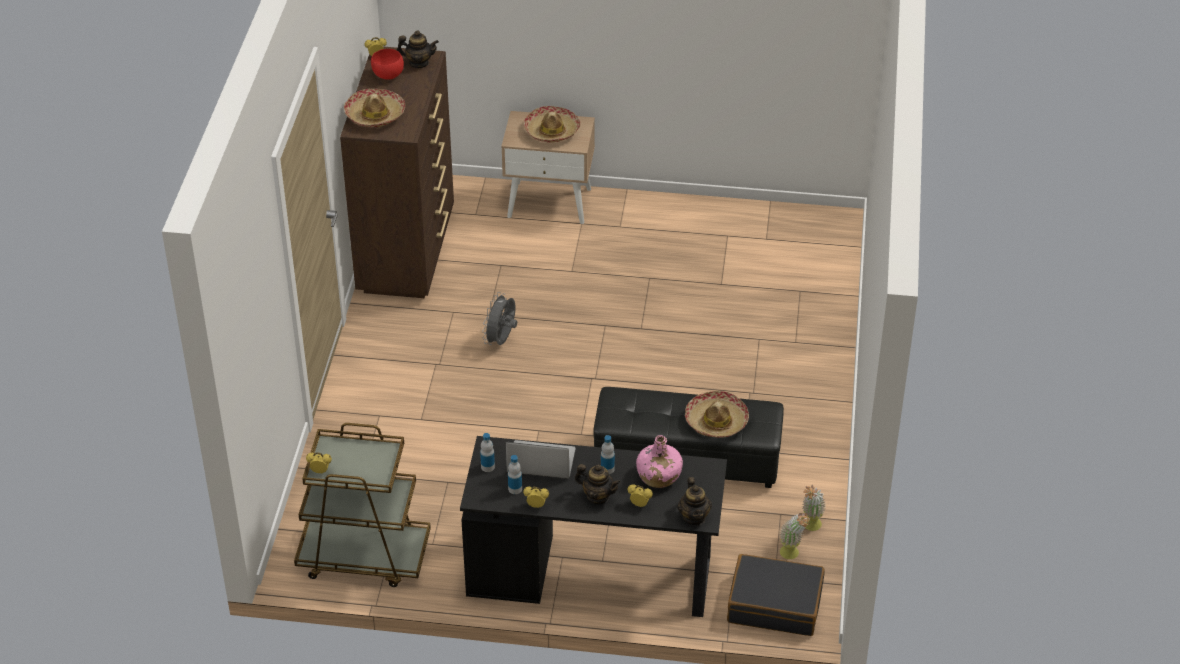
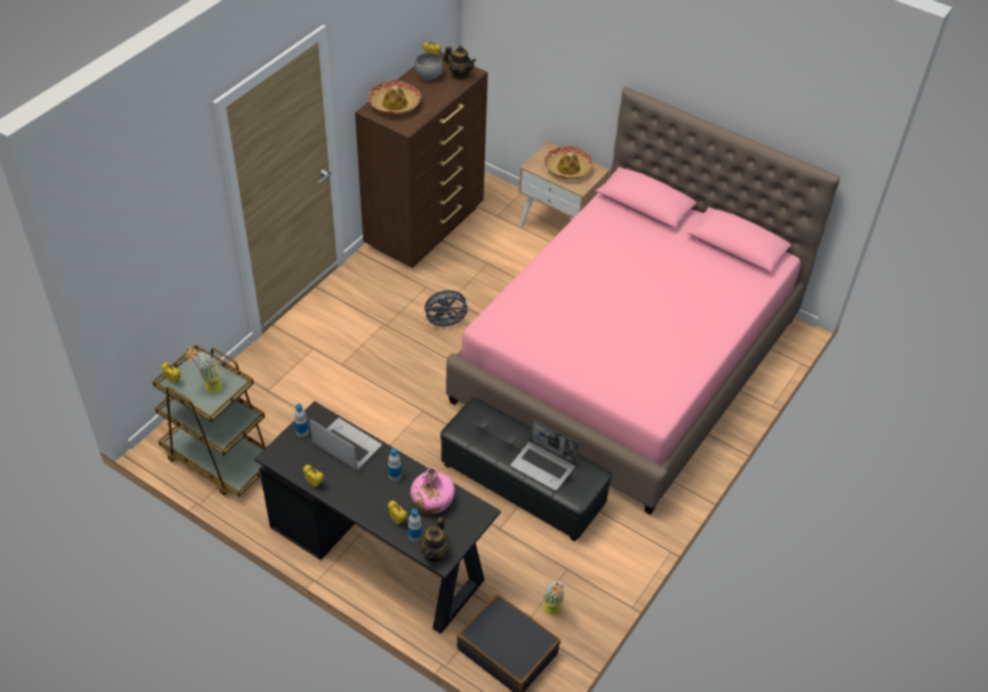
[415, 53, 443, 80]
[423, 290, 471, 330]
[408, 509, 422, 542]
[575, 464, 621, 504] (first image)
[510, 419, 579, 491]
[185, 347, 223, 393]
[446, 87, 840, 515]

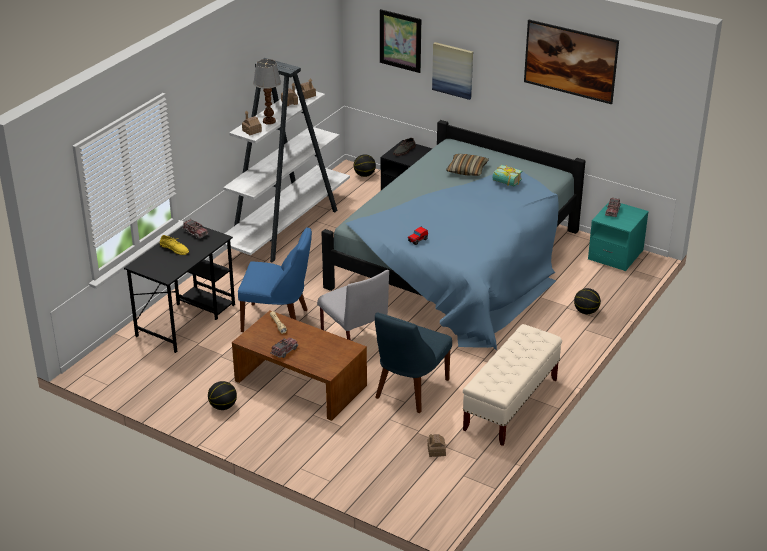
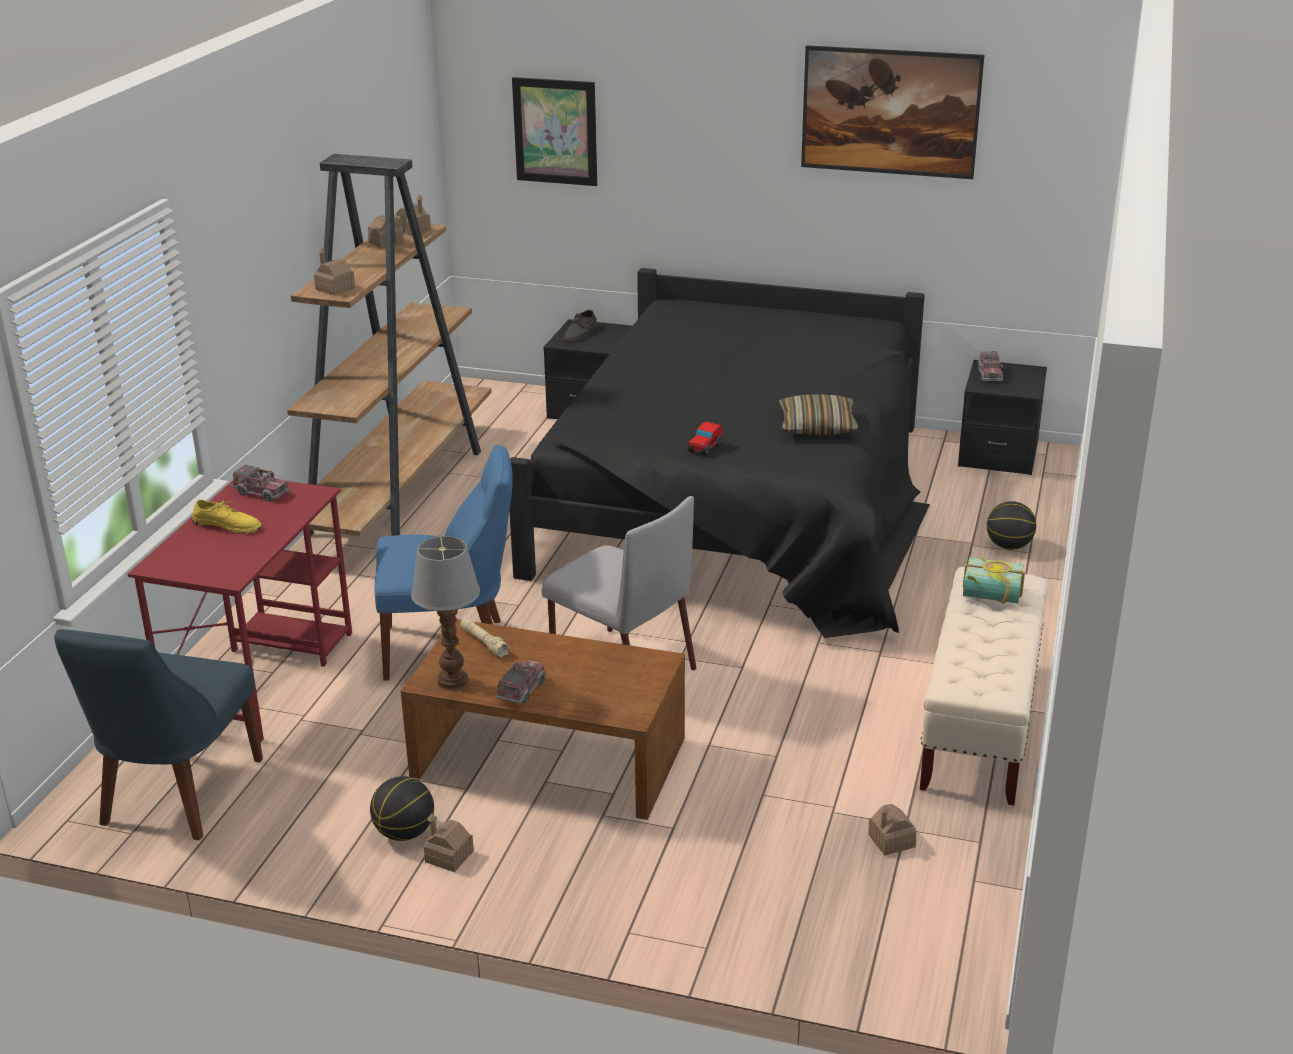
[128, 480, 352, 743]
[287, 154, 492, 537]
[411, 536, 480, 690]
[509, 268, 930, 638]
[354, 154, 376, 177] (first image)
[54, 629, 263, 840]
[432, 42, 473, 100] (first image)
[779, 394, 858, 435]
[963, 557, 1025, 604]
[958, 360, 1047, 475]
[424, 814, 474, 872]

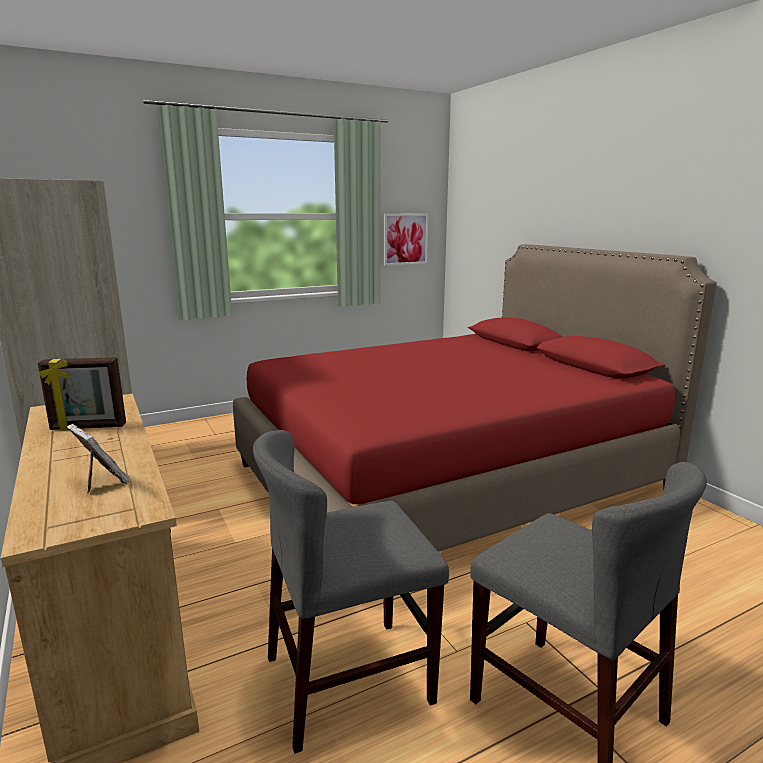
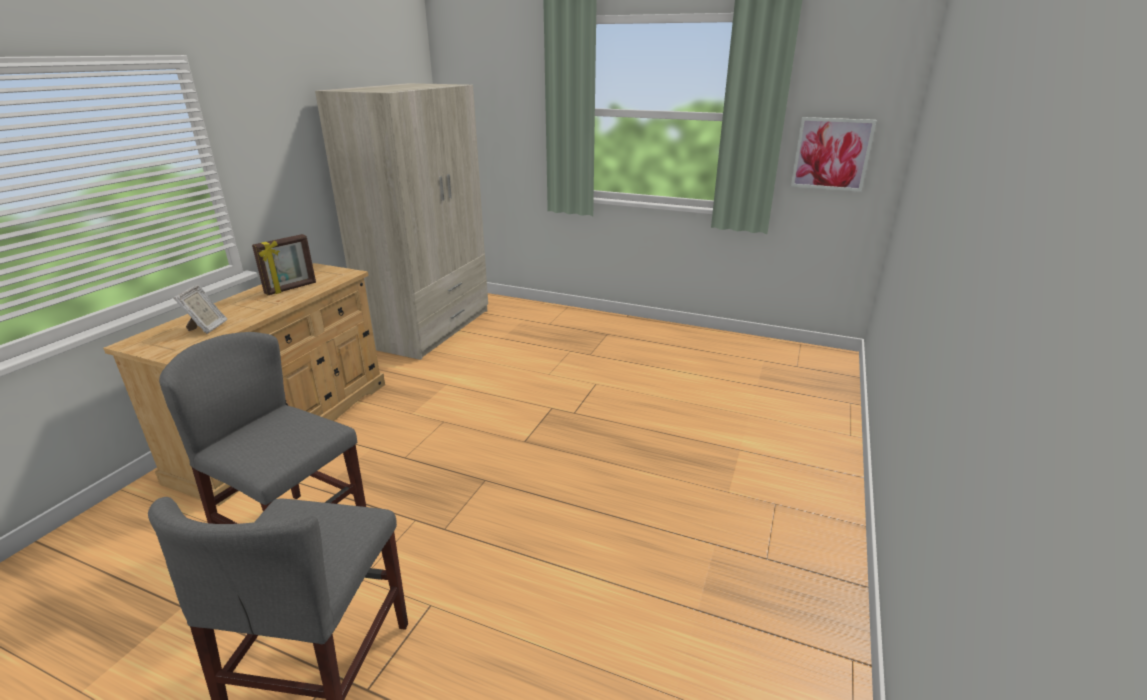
[252, 234, 316, 295]
[233, 244, 717, 552] (first image)

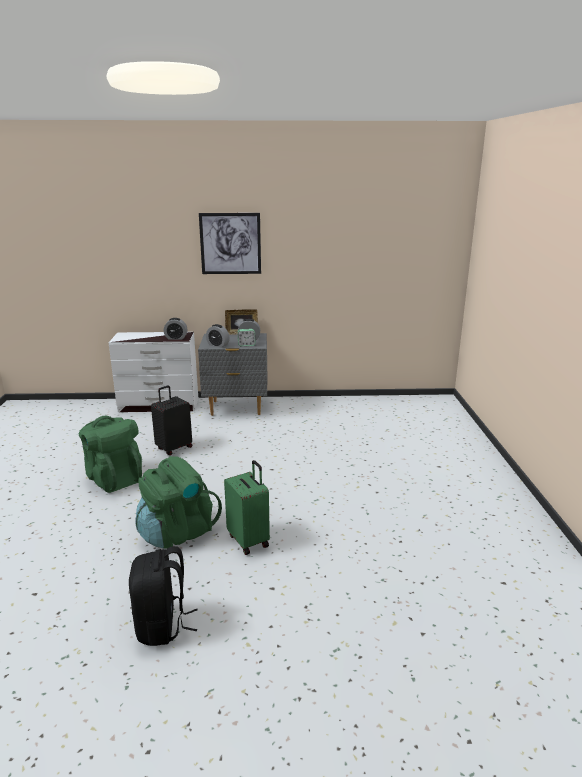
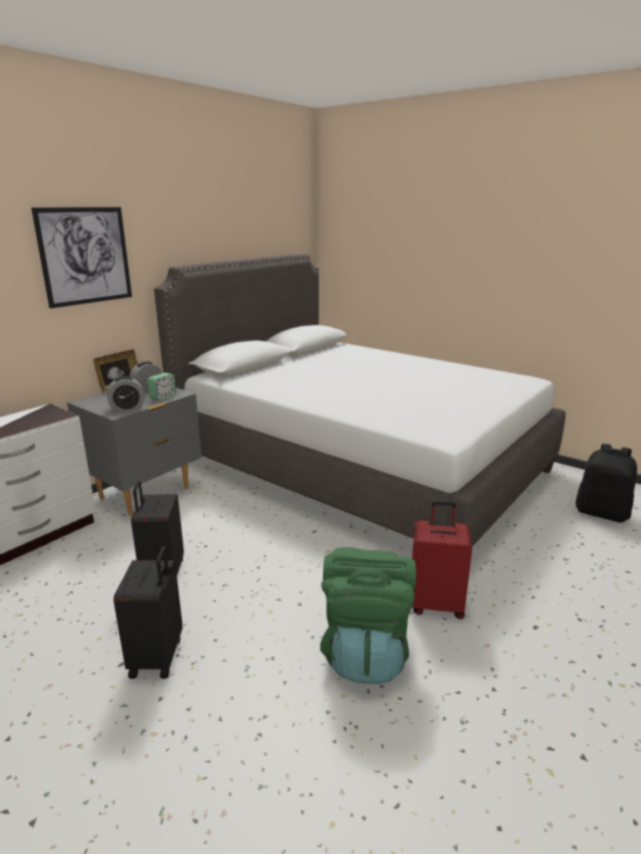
[114, 546, 183, 679]
[576, 444, 637, 523]
[164, 318, 188, 340] (first image)
[412, 501, 472, 619]
[154, 254, 566, 547]

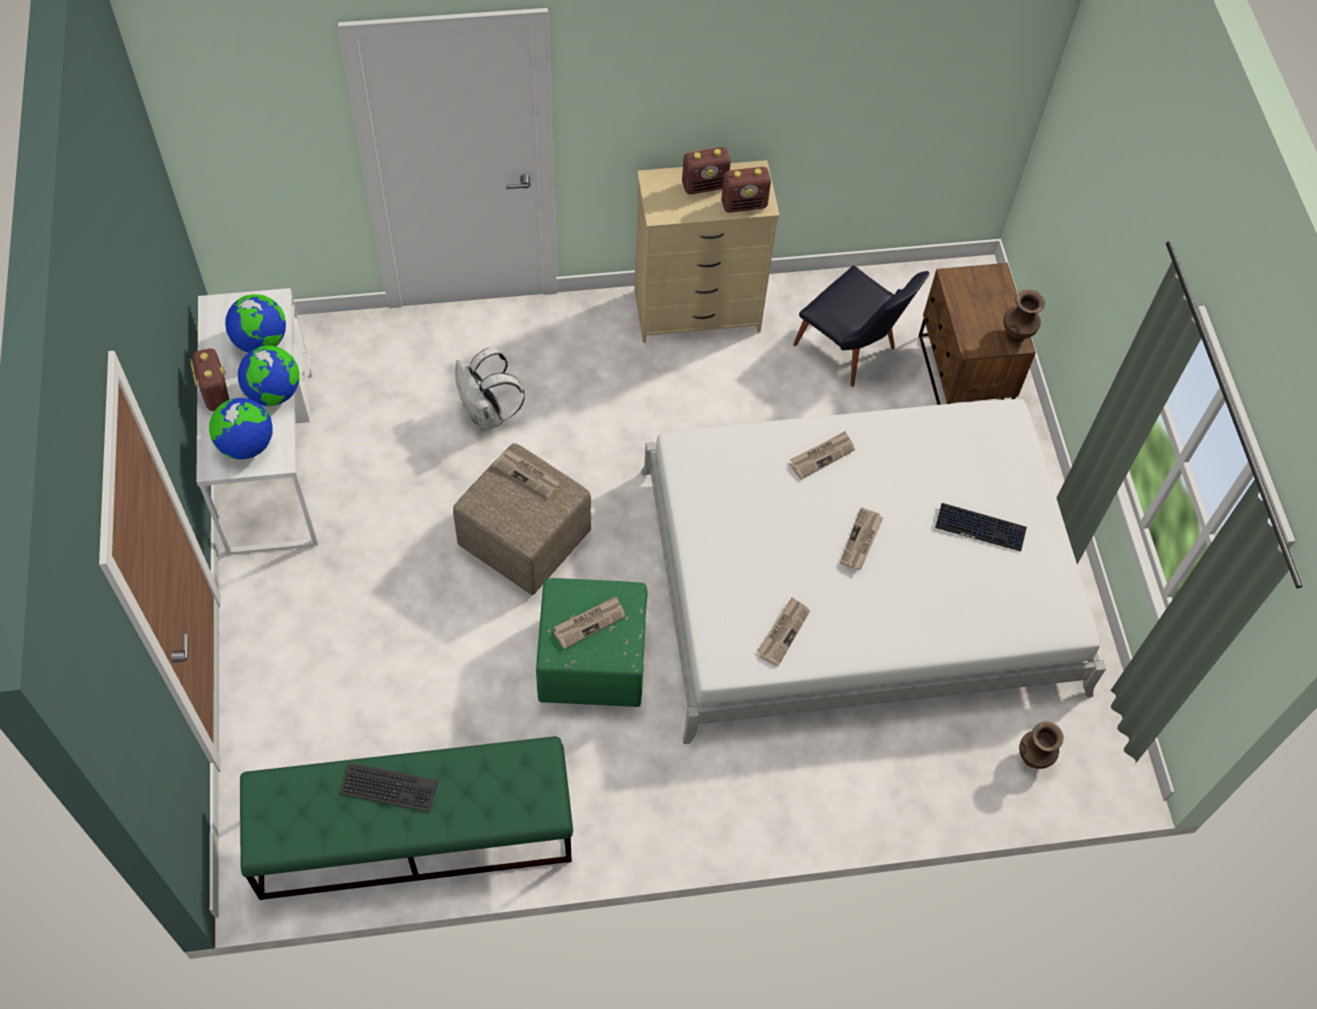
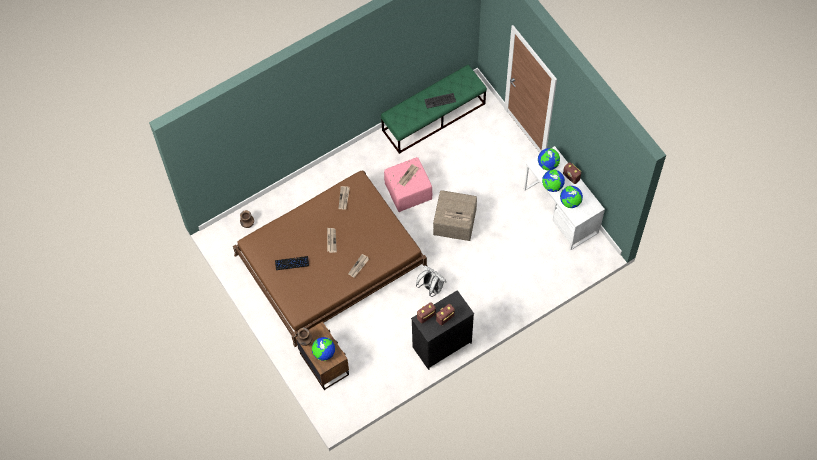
[416, 266, 446, 297]
[384, 157, 432, 212]
[411, 290, 474, 370]
[233, 171, 427, 347]
[793, 265, 929, 387] (first image)
[312, 337, 335, 361]

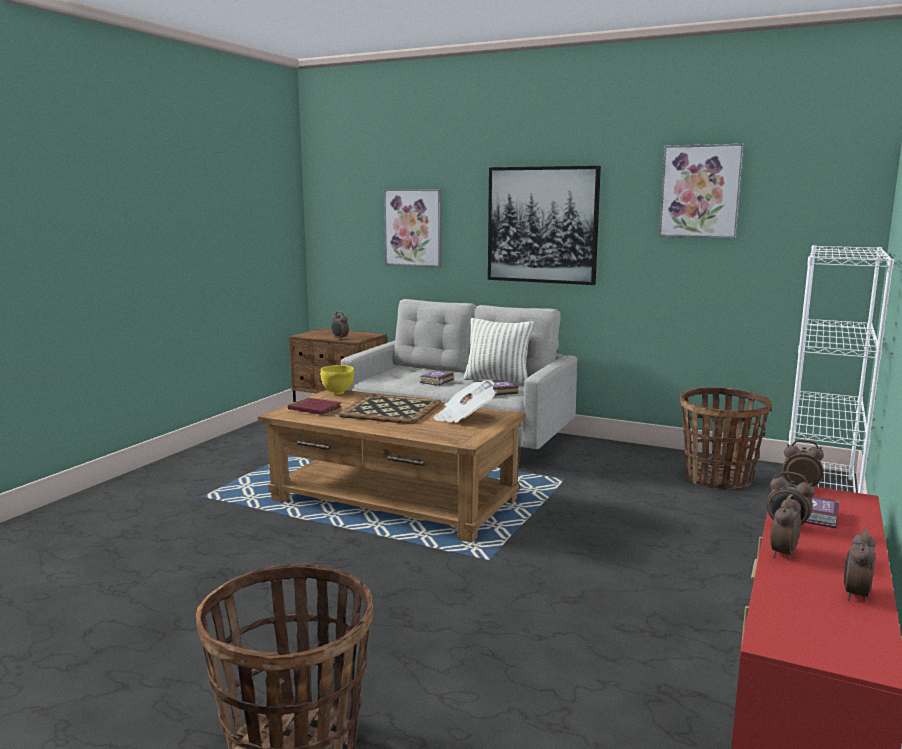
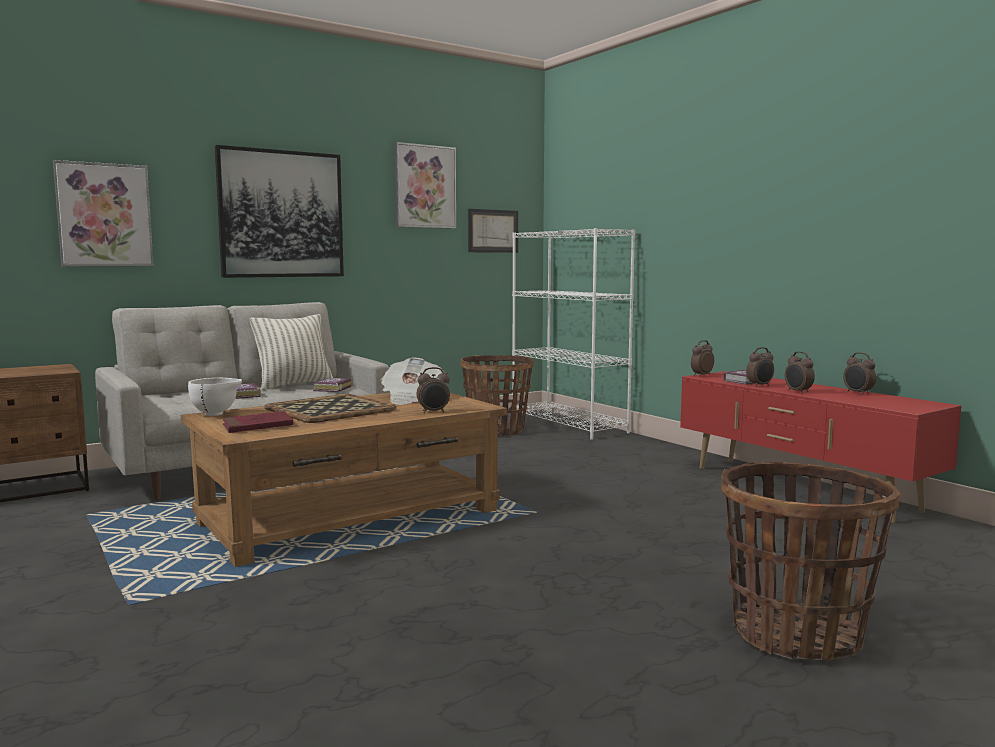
[188, 378, 242, 416]
[417, 367, 450, 413]
[468, 209, 518, 253]

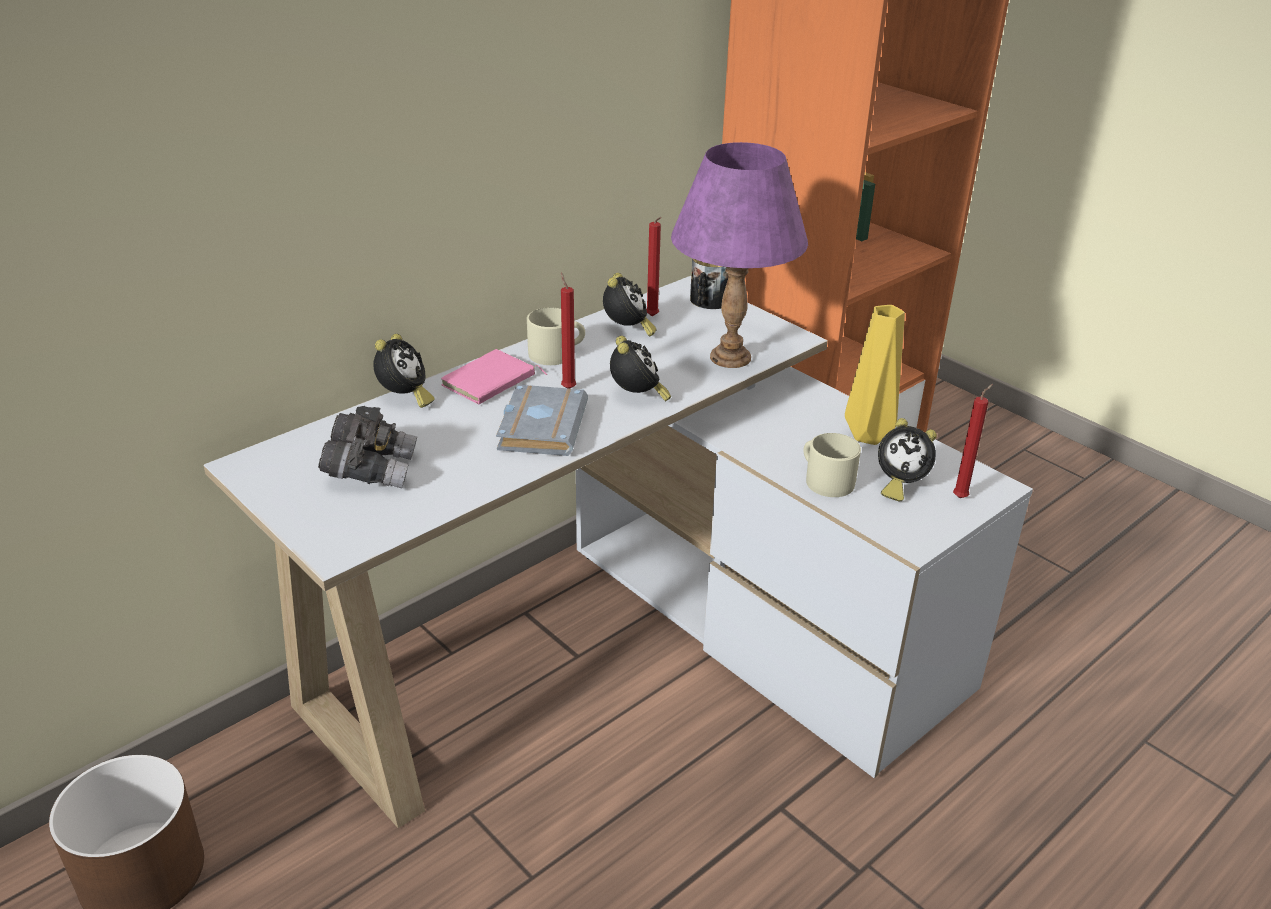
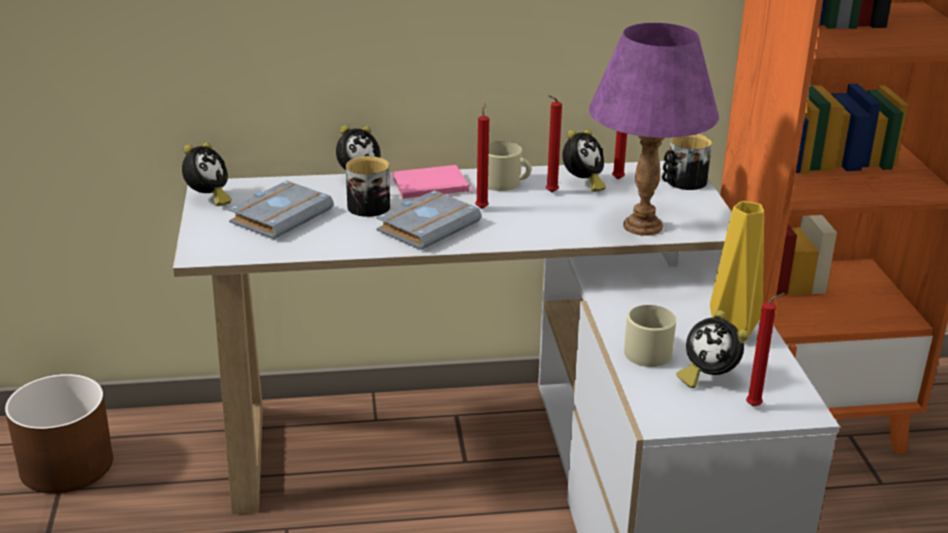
[228, 181, 334, 239]
[182, 142, 232, 206]
[346, 156, 390, 217]
[546, 95, 562, 193]

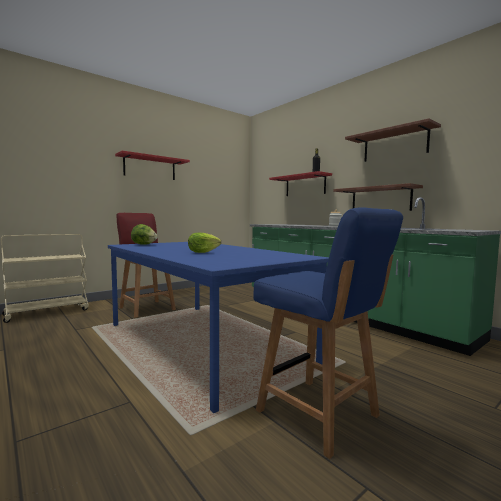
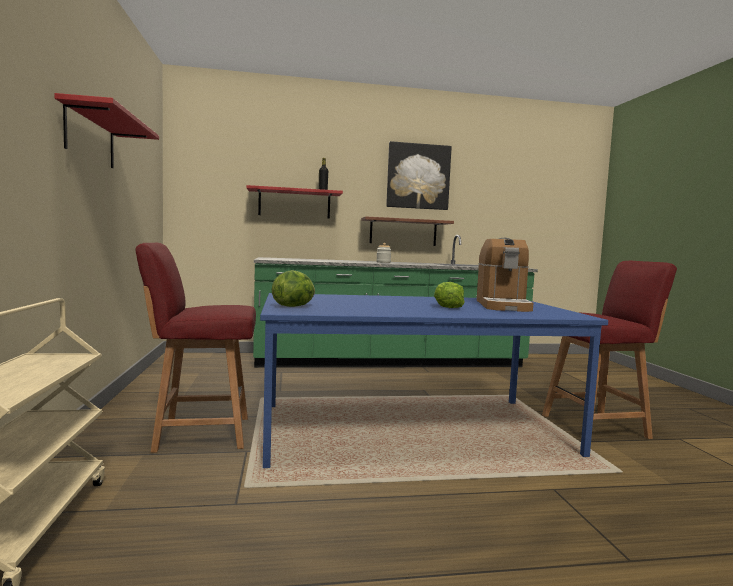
[542, 261, 677, 439]
[386, 141, 452, 210]
[477, 238, 533, 312]

